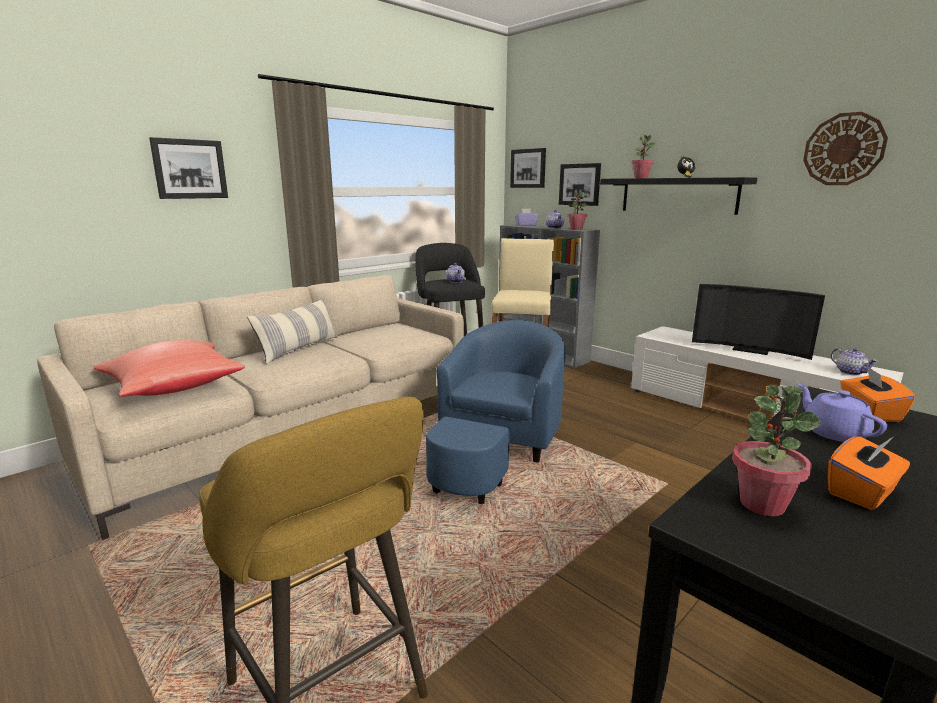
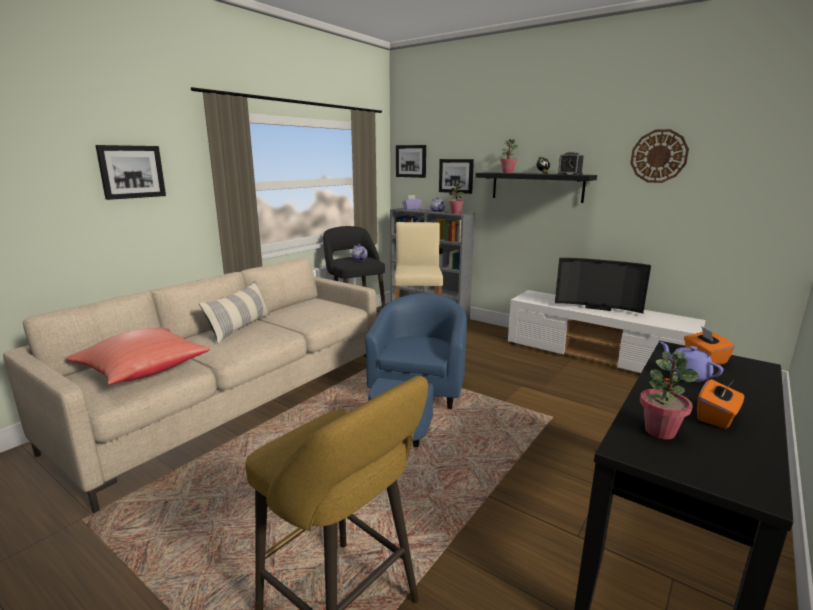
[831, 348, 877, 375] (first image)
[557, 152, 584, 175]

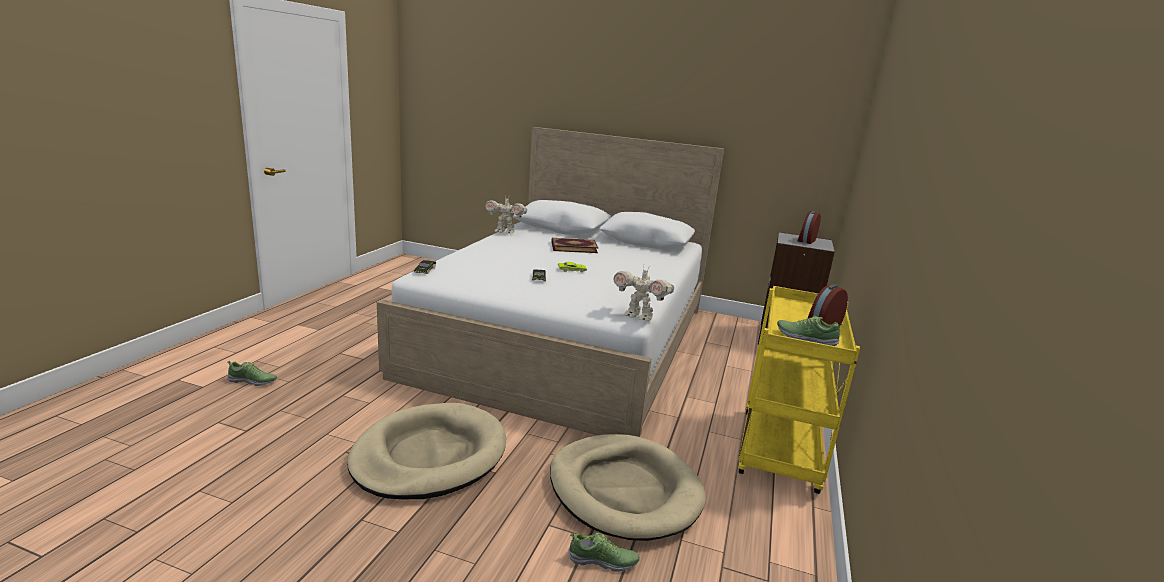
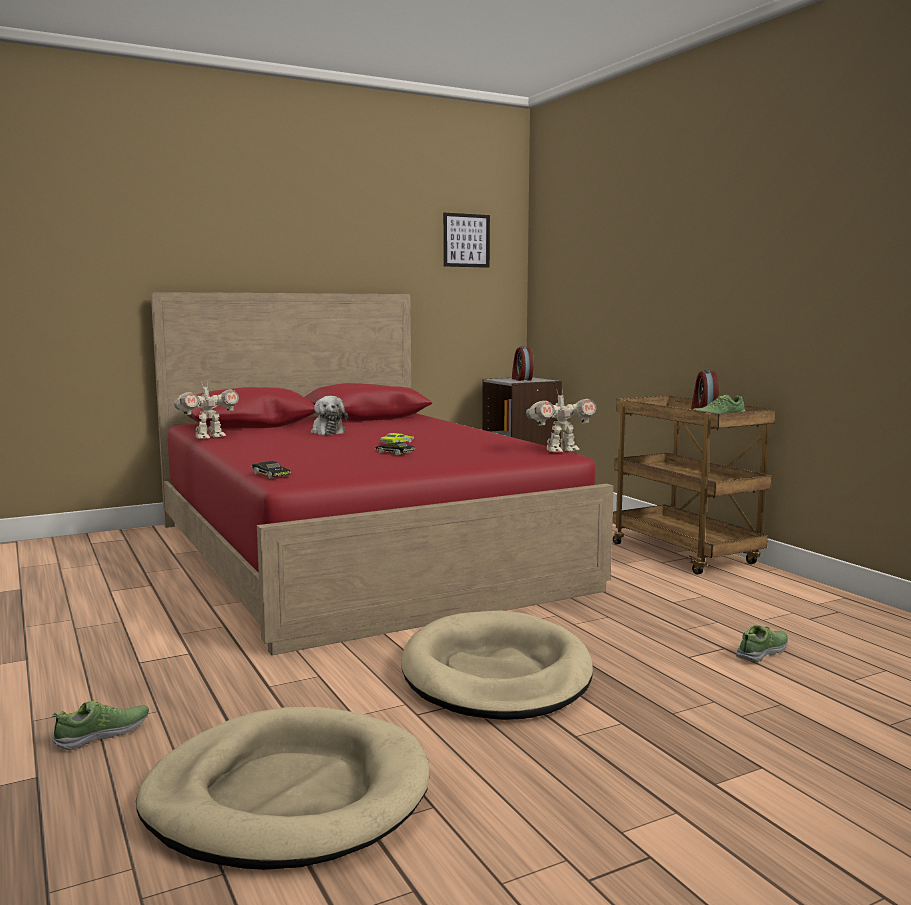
[151, 292, 614, 655]
[136, 707, 430, 870]
[311, 396, 348, 435]
[613, 396, 776, 575]
[443, 213, 490, 268]

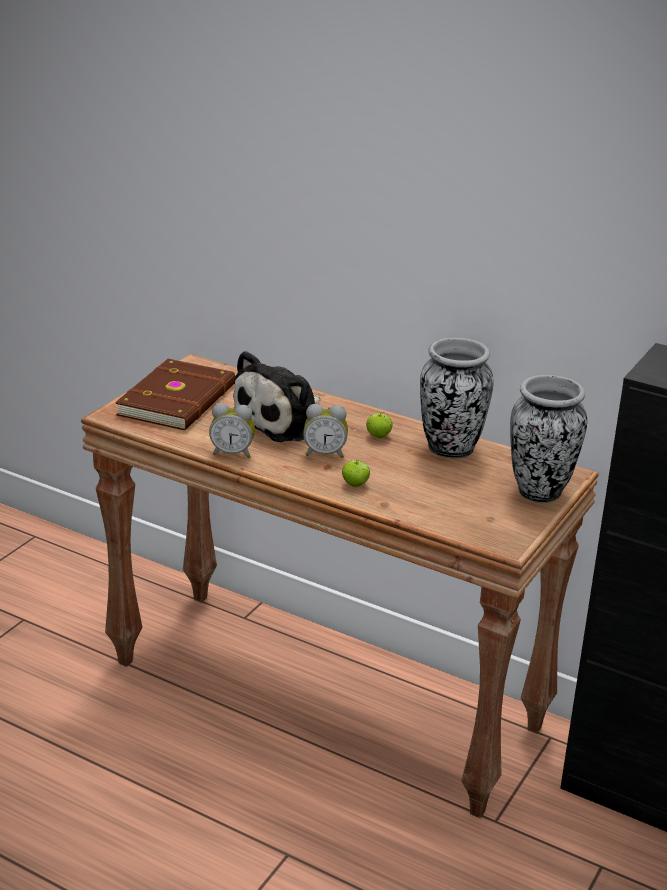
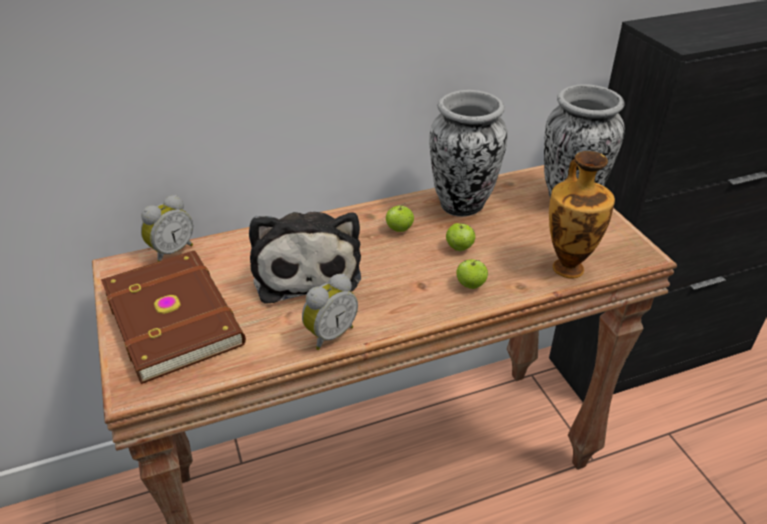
[141, 195, 193, 262]
[446, 223, 476, 251]
[549, 151, 615, 279]

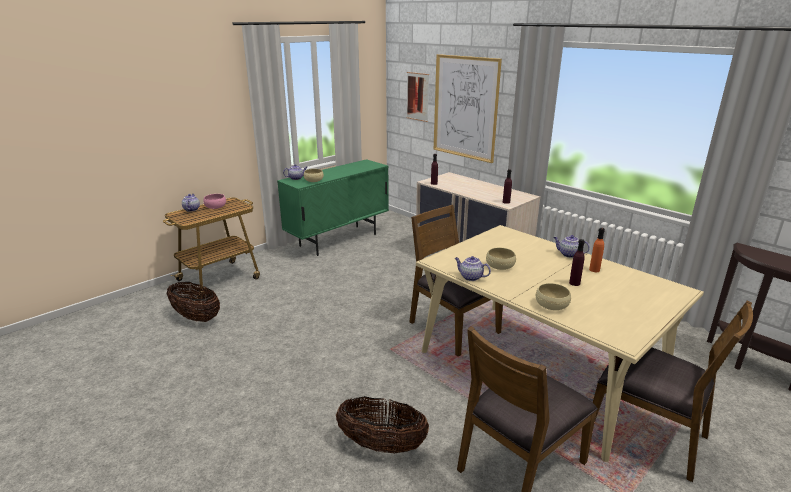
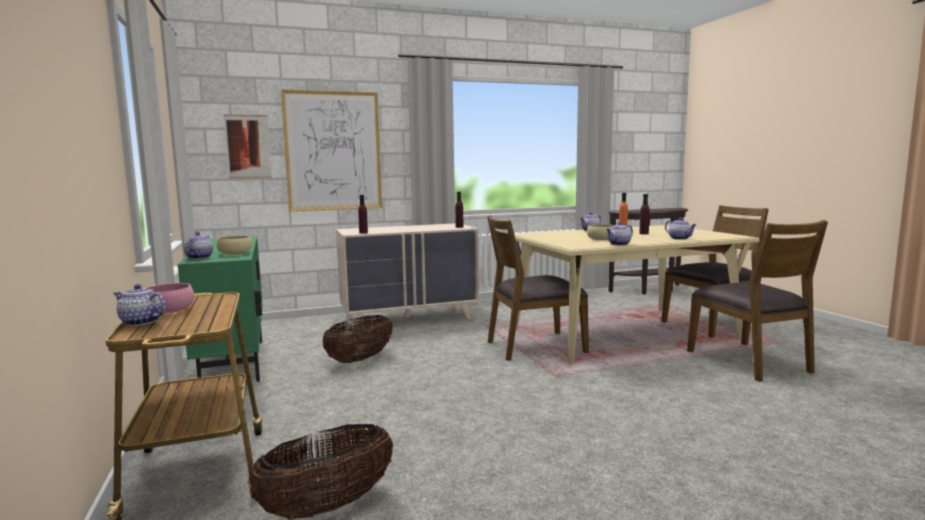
[322, 315, 393, 363]
[665, 217, 697, 240]

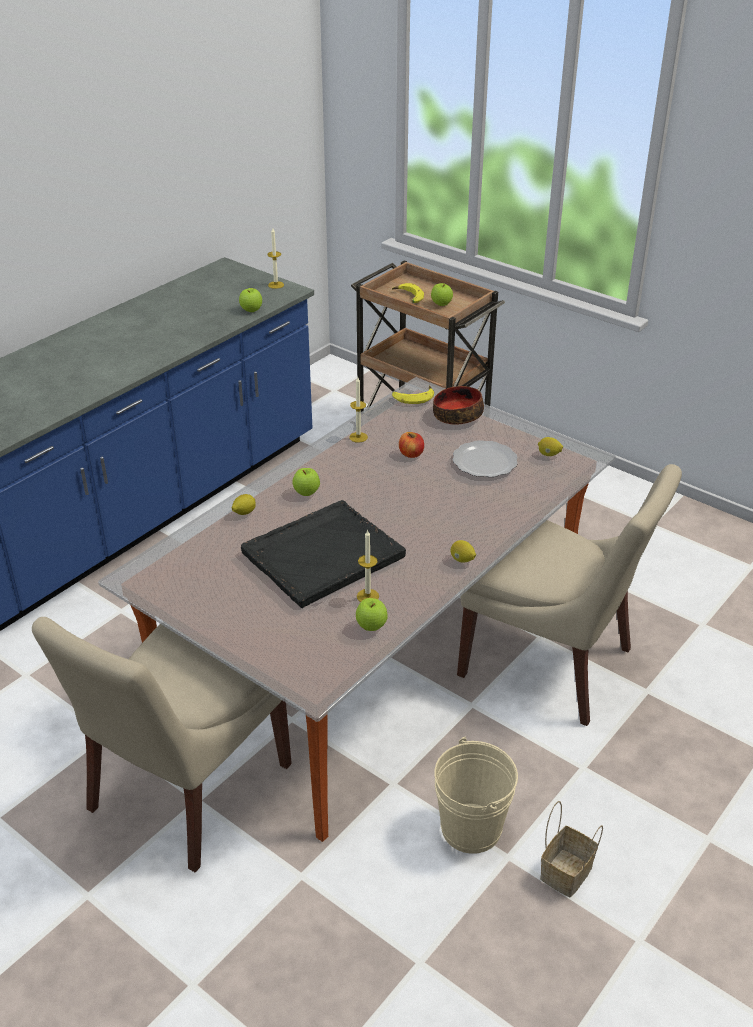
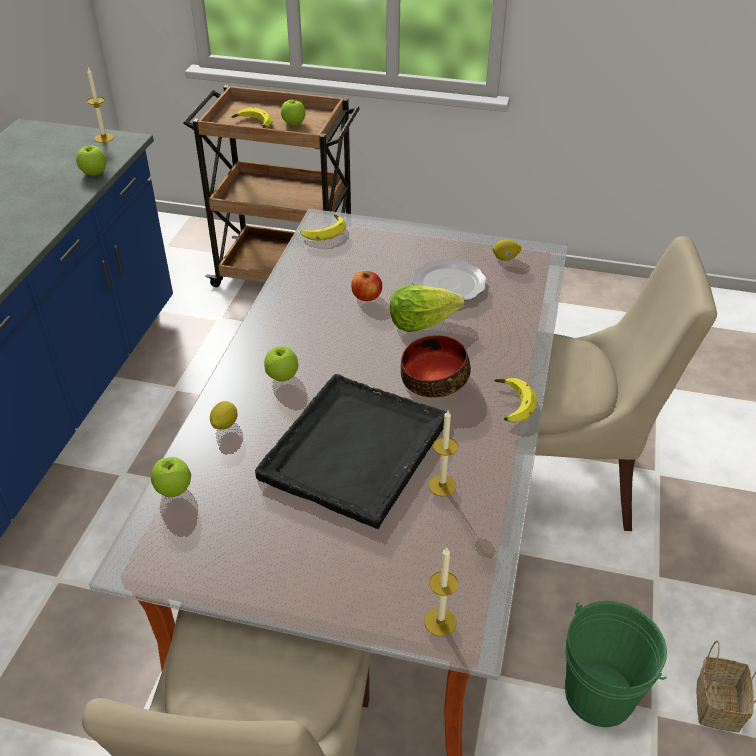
[424, 548, 458, 636]
[151, 457, 191, 497]
[401, 335, 471, 397]
[565, 601, 667, 727]
[494, 378, 537, 422]
[390, 286, 465, 332]

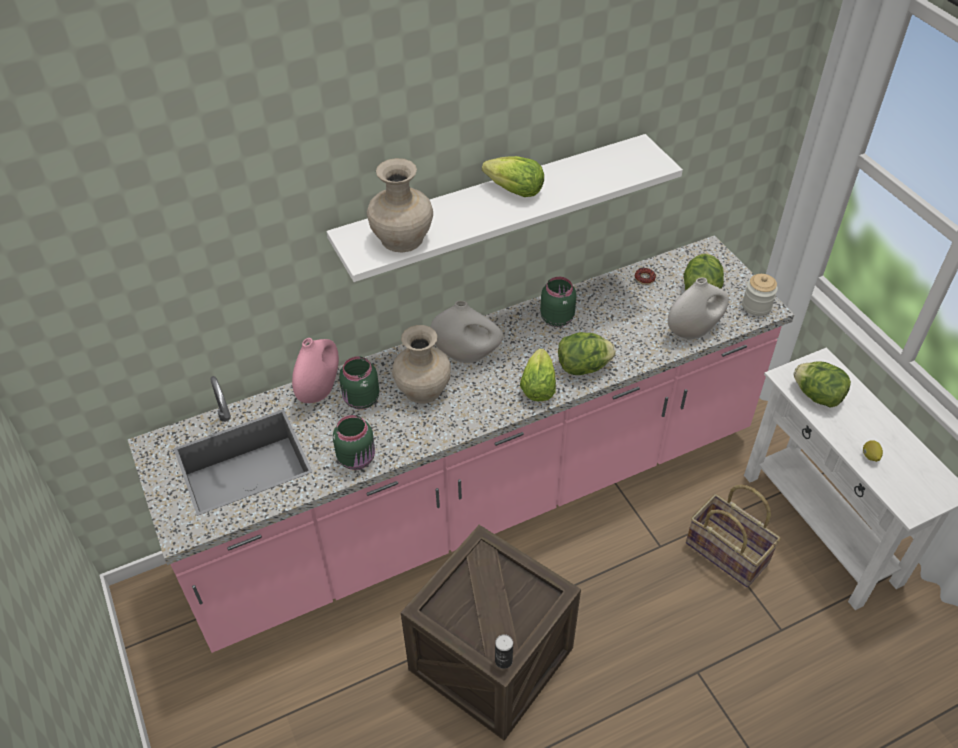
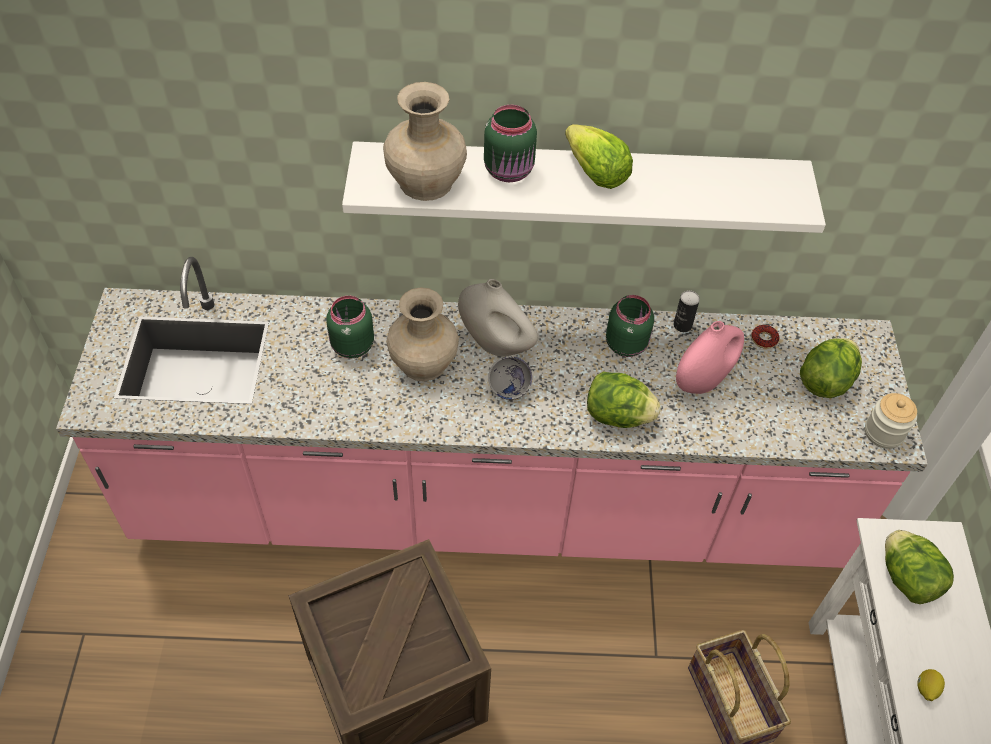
[676, 321, 744, 394]
[484, 105, 537, 182]
[673, 290, 700, 332]
[520, 348, 556, 401] (first image)
[668, 278, 729, 339] (first image)
[488, 356, 532, 400]

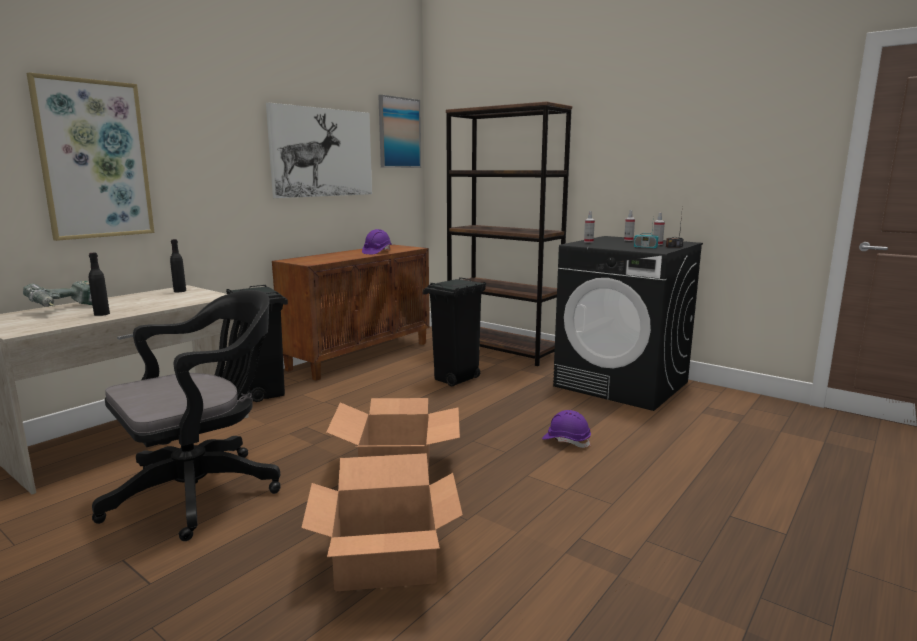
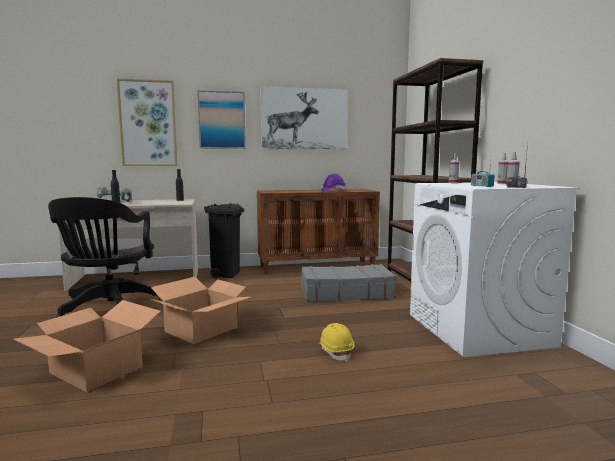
[48, 197, 162, 318]
[198, 90, 246, 149]
[301, 264, 397, 302]
[318, 323, 354, 361]
[410, 182, 580, 357]

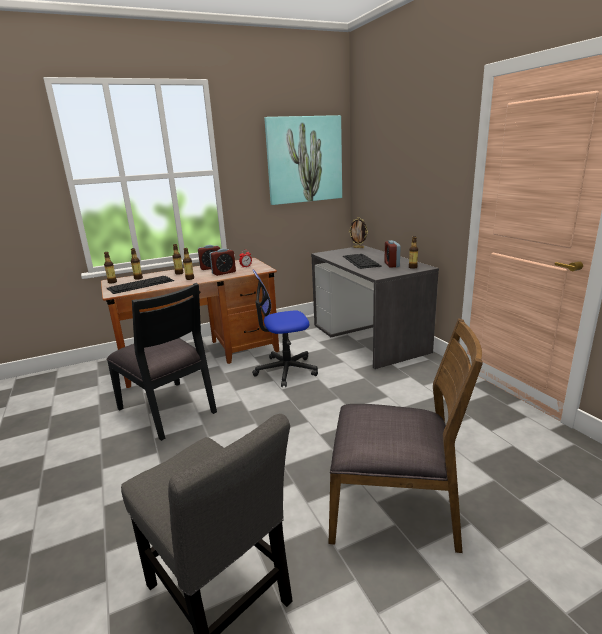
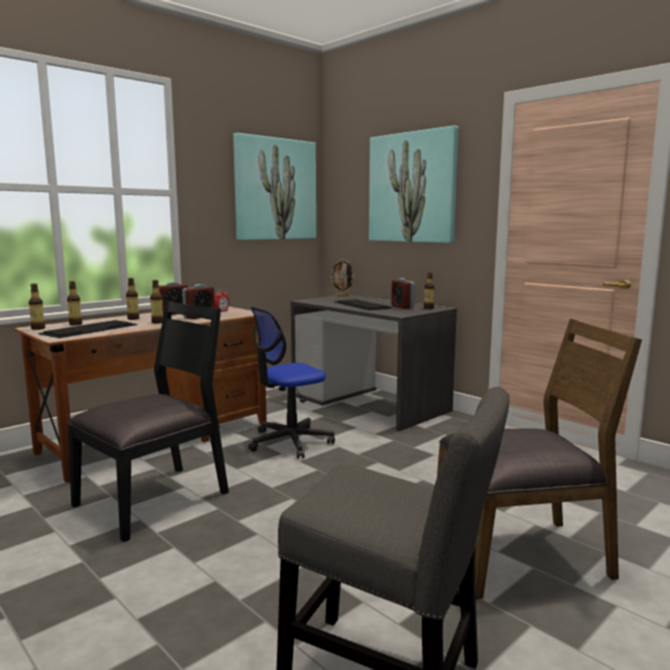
[67, 301, 229, 542]
[369, 125, 458, 243]

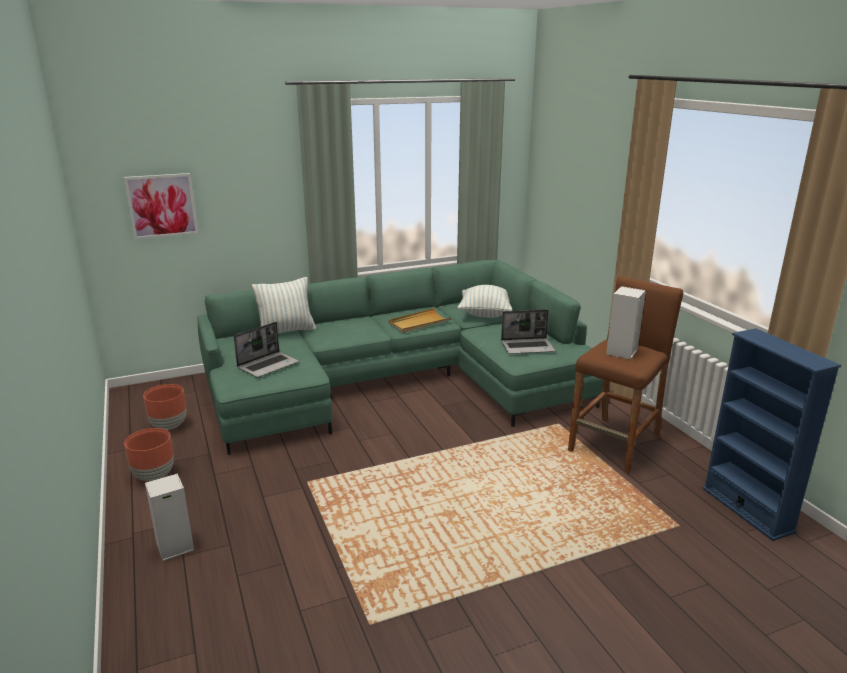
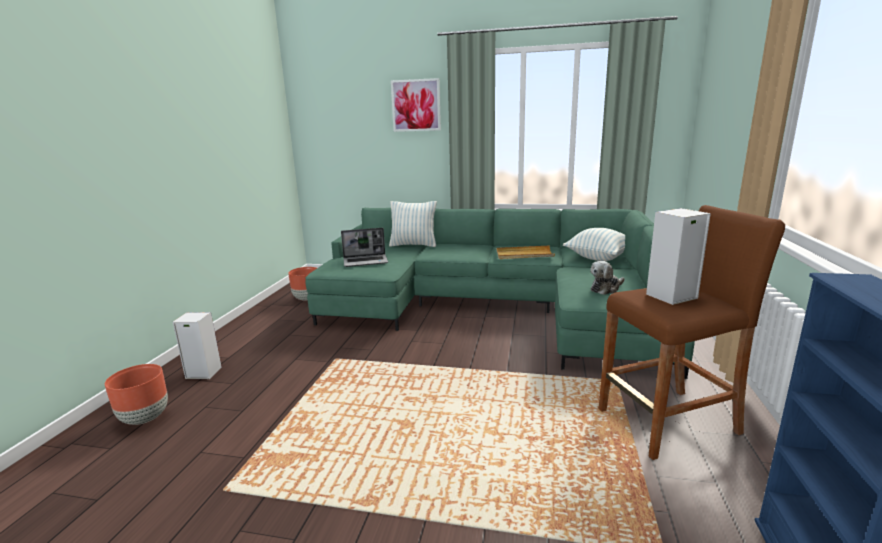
[391, 78, 441, 132]
[105, 364, 168, 425]
[590, 261, 625, 295]

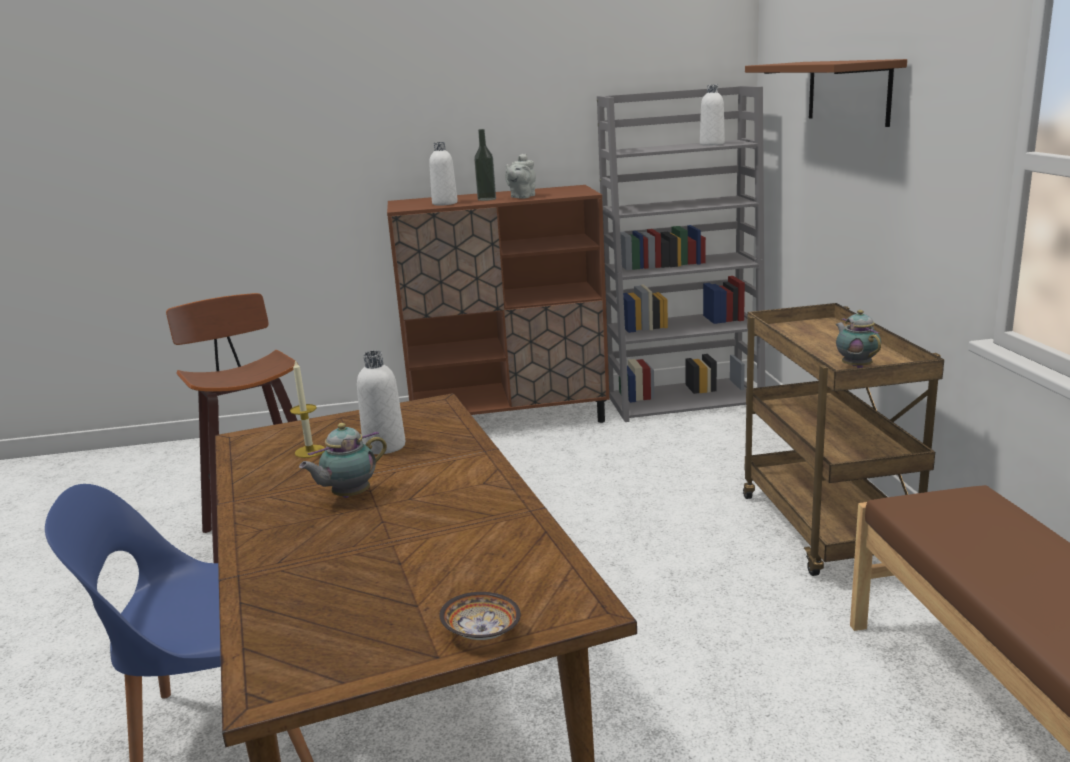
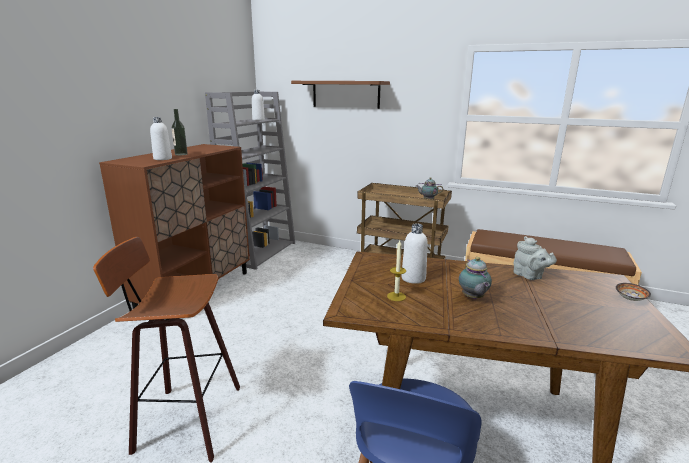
[514, 236, 557, 280]

